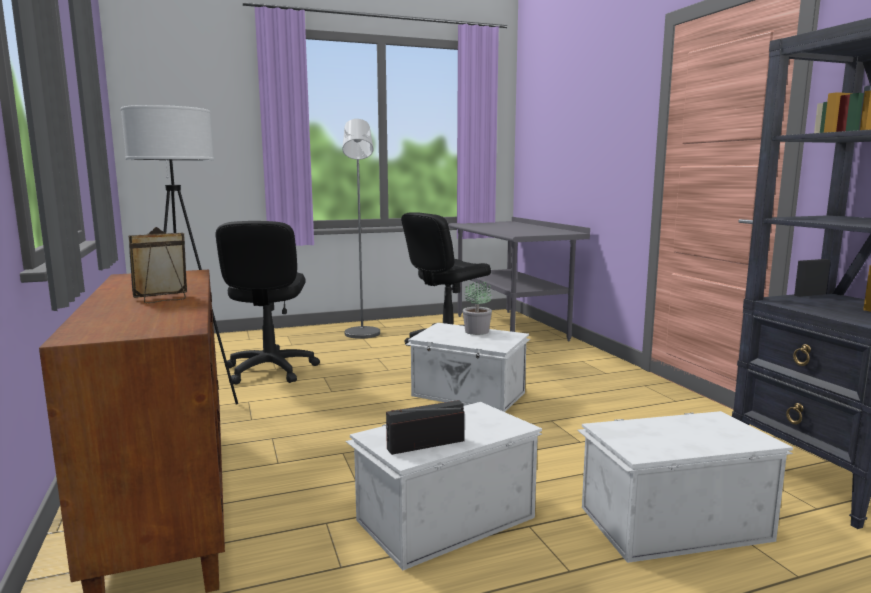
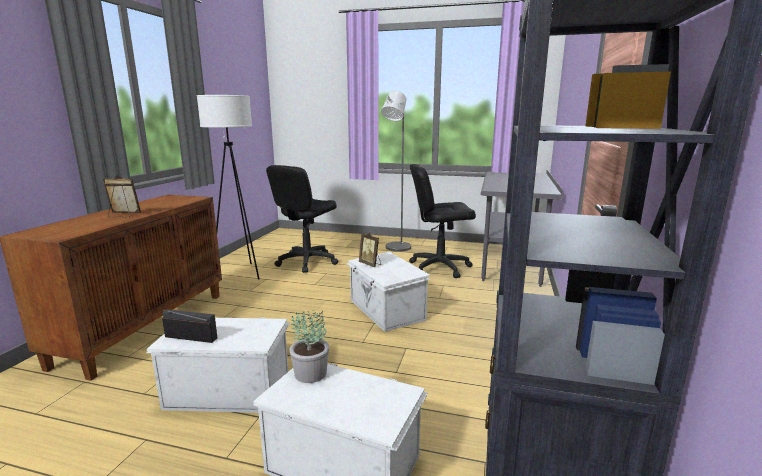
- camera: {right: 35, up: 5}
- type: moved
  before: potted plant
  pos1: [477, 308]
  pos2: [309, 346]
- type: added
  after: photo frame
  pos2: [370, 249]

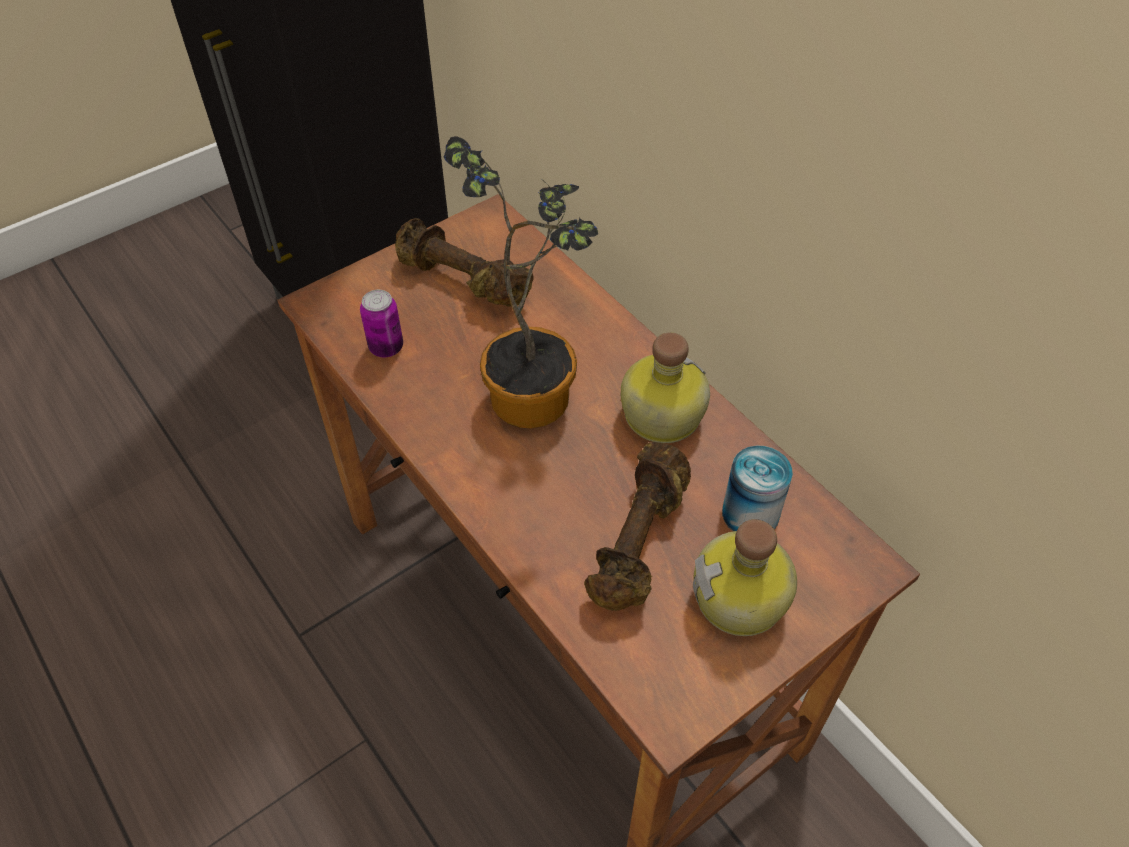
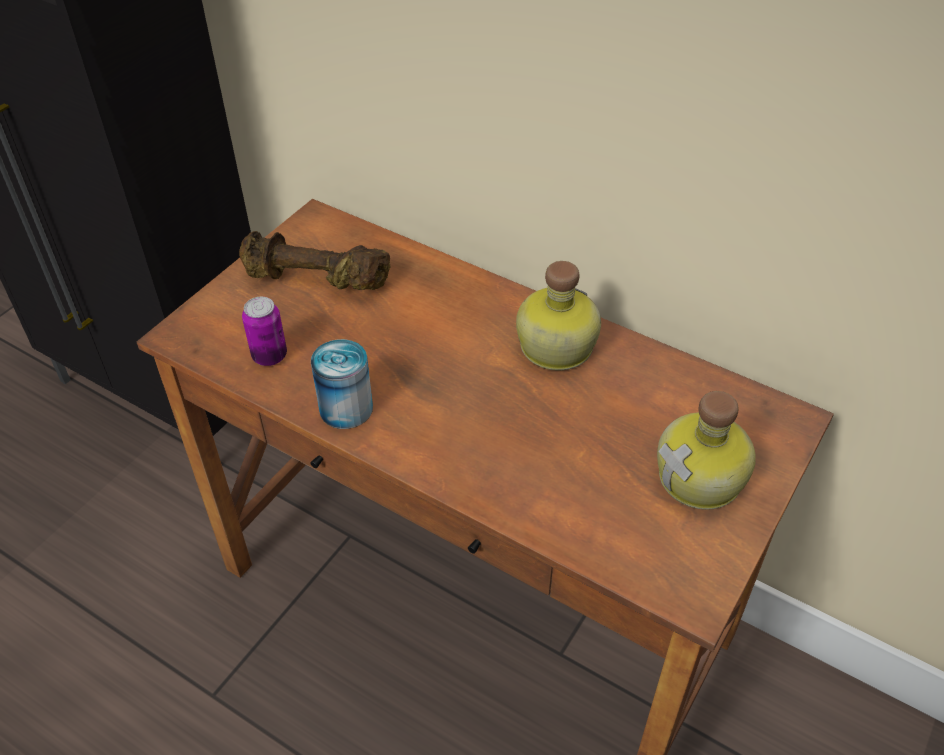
- camera: {right: -20, up: -5}
- type: removed
  before: potted plant
  pos1: [521, 282]
- type: removed
  before: brown hand weight
  pos1: [637, 526]
- type: moved
  before: can
  pos1: [757, 488]
  pos2: [342, 384]

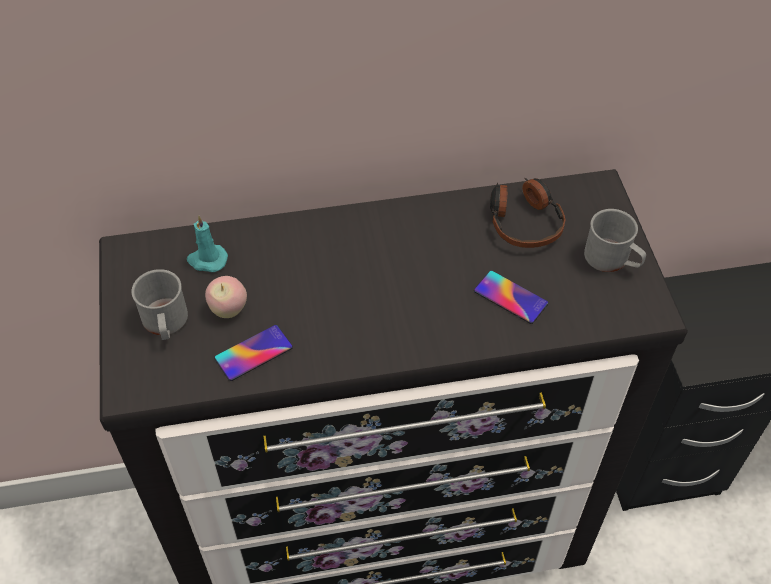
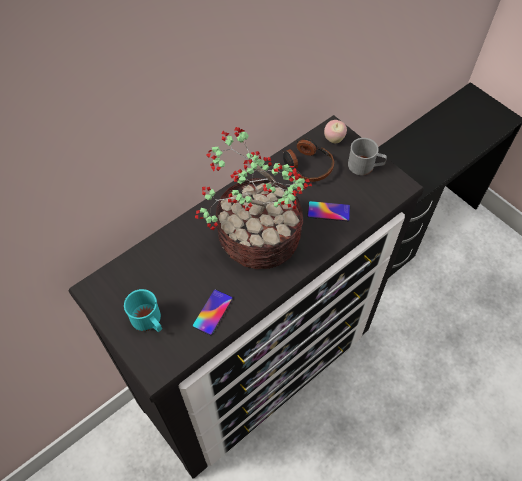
- camera: {right: -30, up: 5}
- type: recoloured
  before: grey tea mug
  after: turquoise-coloured tea mug
  pos1: [160, 304]
  pos2: [143, 310]
- type: removed
  before: turquoise-coloured wax light
  pos1: [207, 243]
- type: moved
  before: whole apple
  pos1: [226, 297]
  pos2: [335, 132]
- type: added
  after: potted plant
  pos2: [253, 198]

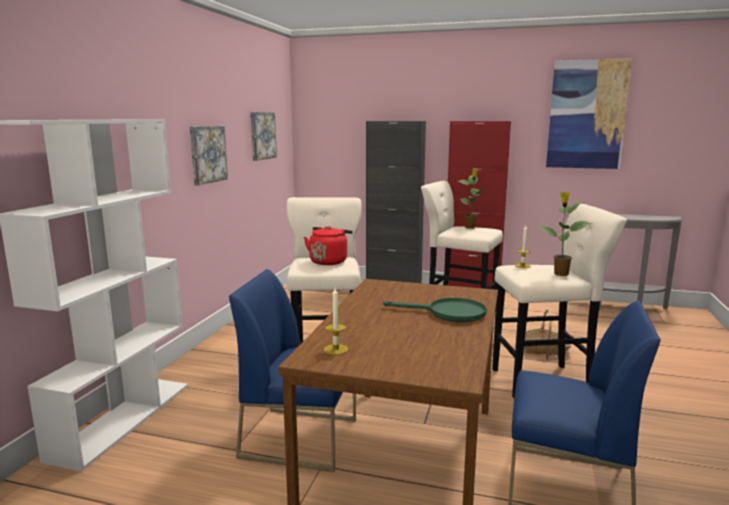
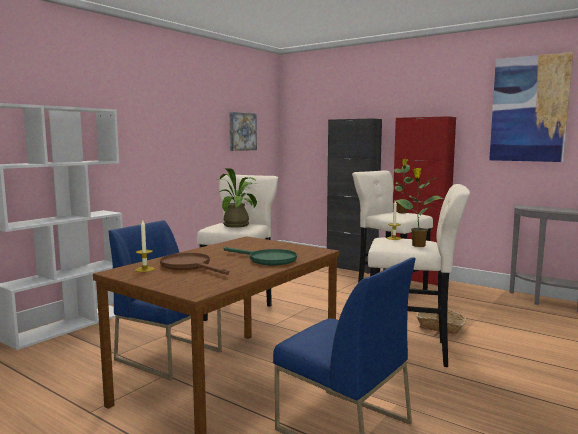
- camera: {right: 20, up: -5}
- type: removed
  before: wall picture
  pos1: [209, 155]
- type: replaced
  before: red water kettle
  after: potted plant
  pos1: [328, 245]
  pos2: [236, 198]
- type: added
  after: brown frying pan
  pos2: [194, 264]

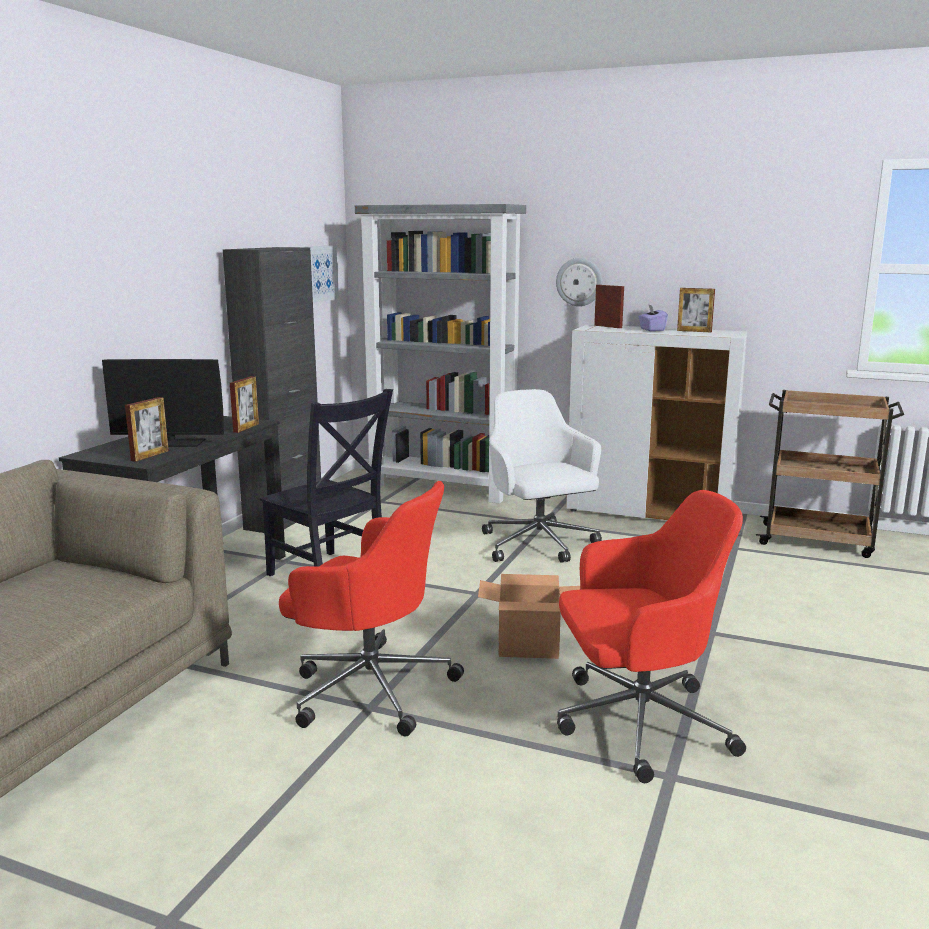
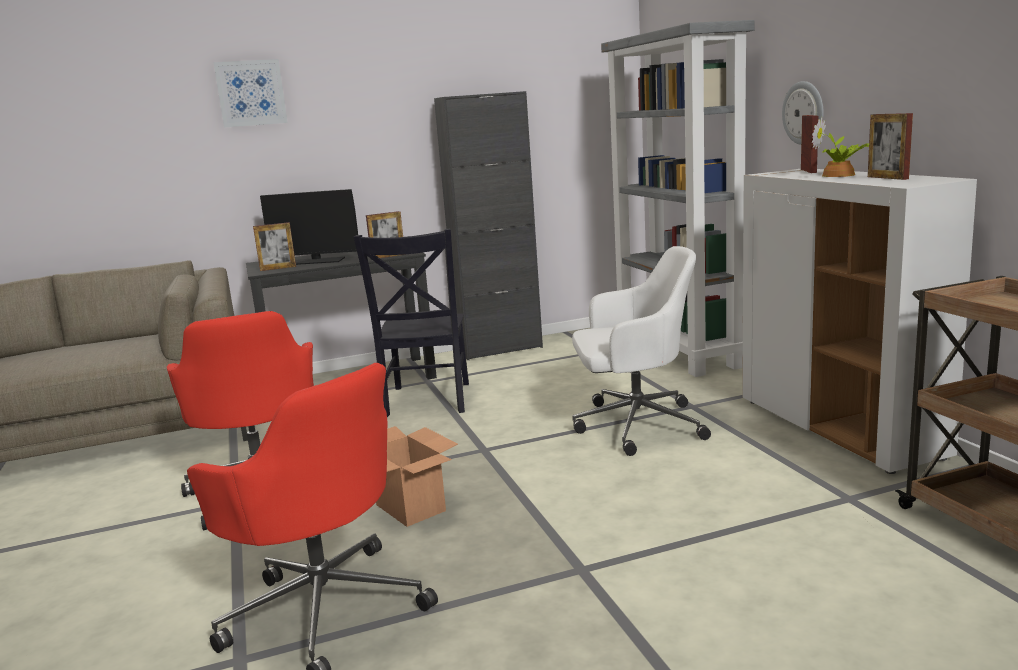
- camera: {right: 50, up: 0}
- type: turned
  before: computer screen
  pos1: [163, 403]
  pos2: [309, 227]
  turn: -45
- type: moved
  before: wall picture
  pos1: [324, 274]
  pos2: [250, 93]
- type: turned
  before: white-coloured desk chair
  pos1: [542, 476]
  pos2: [641, 351]
  turn: 60
- type: replaced
  before: purplish tissue box
  after: potted plant
  pos1: [653, 317]
  pos2: [840, 147]

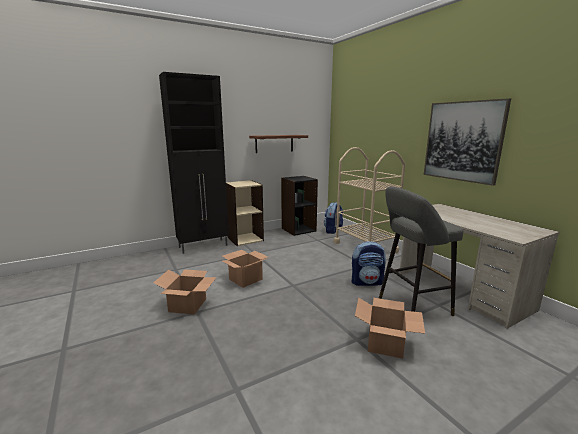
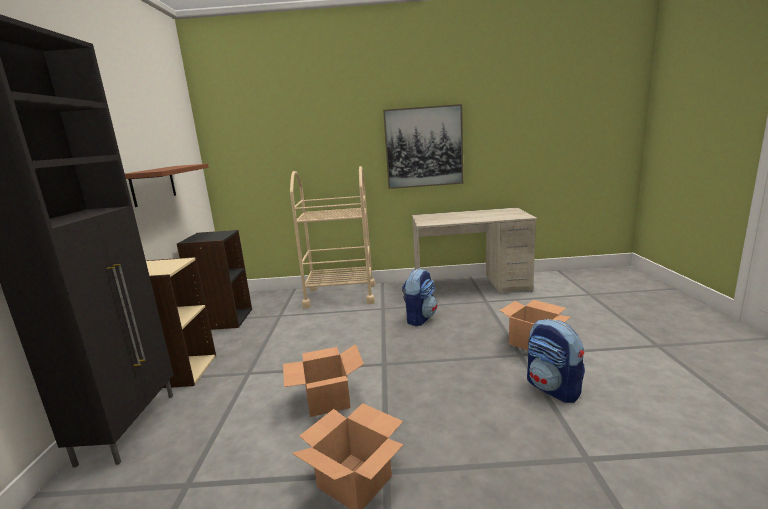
- camera: {right: -60, up: 0}
- type: moved
  before: rucksack
  pos1: [333, 218]
  pos2: [556, 361]
- type: removed
  before: grey stool seat
  pos1: [421, 251]

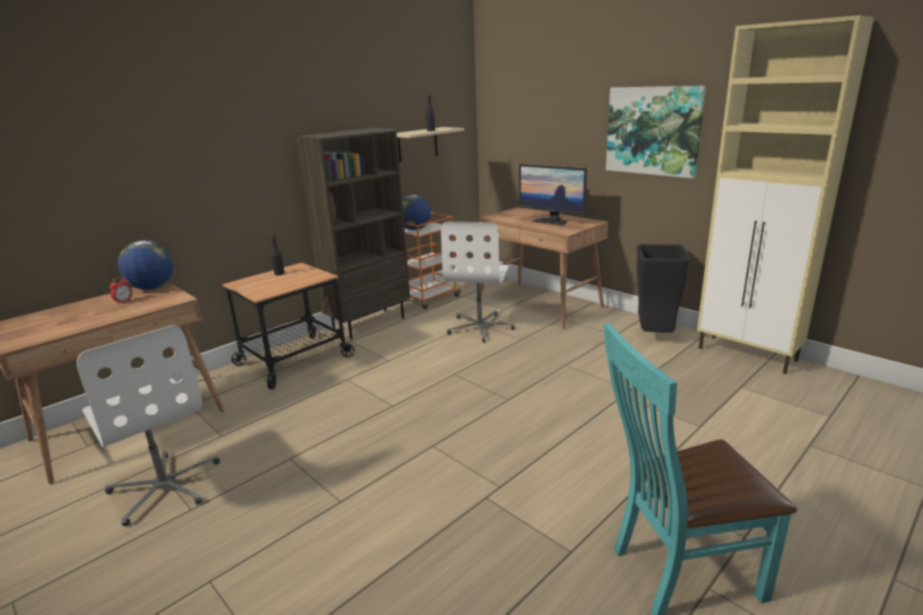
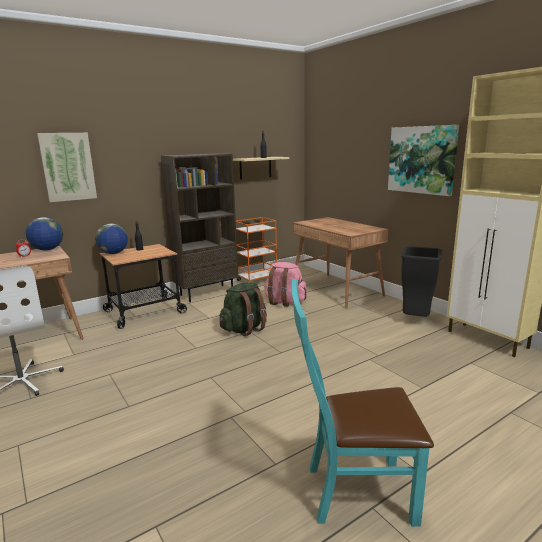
- camera: {right: 10, up: -5}
- type: moved
  before: world globe
  pos1: [416, 212]
  pos2: [111, 238]
- type: replaced
  before: white-coloured desk chair
  after: pinkish rucksack
  pos1: [478, 282]
  pos2: [285, 284]
- type: removed
  before: computer screen
  pos1: [553, 195]
- type: added
  after: wall picture
  pos2: [67, 167]
- type: added
  after: greenish rucksack
  pos2: [243, 309]

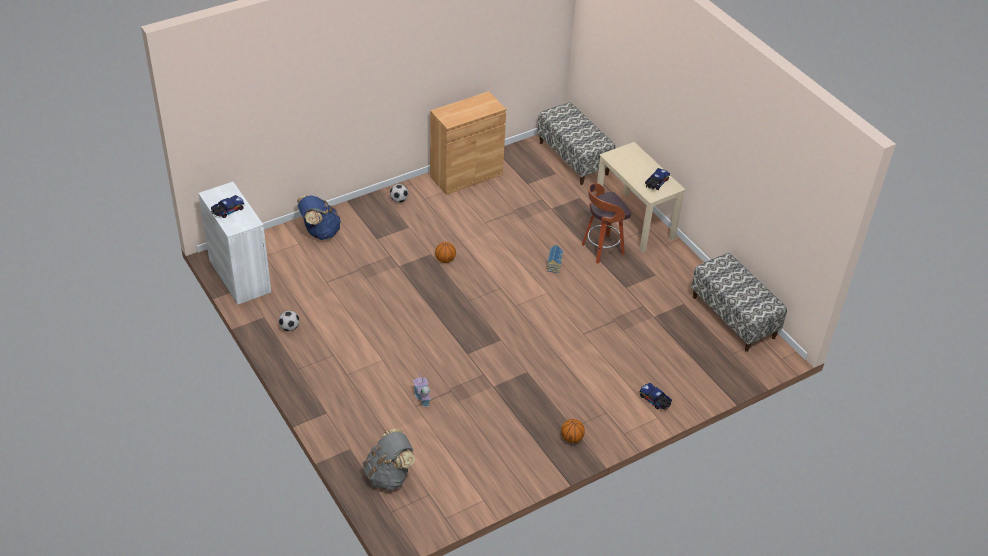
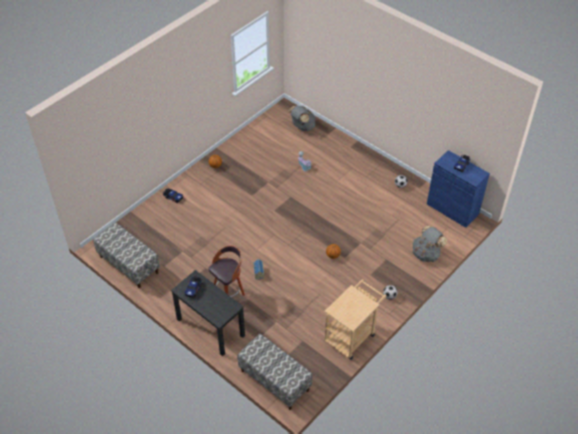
- camera: {right: 165, up: 5}
- type: recoloured
  before: white-coloured cabinet
  after: bluish cabinet
  pos1: [234, 243]
  pos2: [458, 189]
- type: recoloured
  before: bluish rucksack
  after: grey rucksack
  pos1: [319, 217]
  pos2: [430, 243]
- type: replaced
  before: brown cabinet
  after: beige-coloured wheeled cart
  pos1: [468, 143]
  pos2: [355, 319]
- type: recoloured
  before: beige-coloured desk table
  after: black desk table
  pos1: [641, 197]
  pos2: [208, 313]

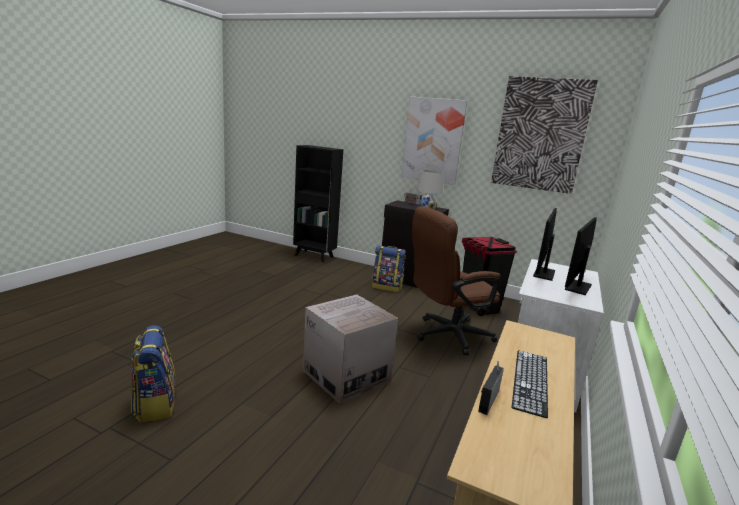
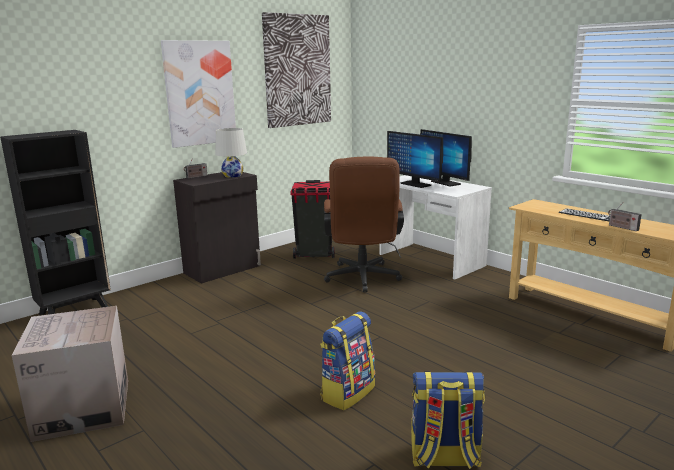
- camera: {right: -65, up: 0}
- type: moved
  before: cardboard box
  pos1: [350, 349]
  pos2: [70, 374]
- type: moved
  before: rucksack
  pos1: [389, 269]
  pos2: [347, 360]

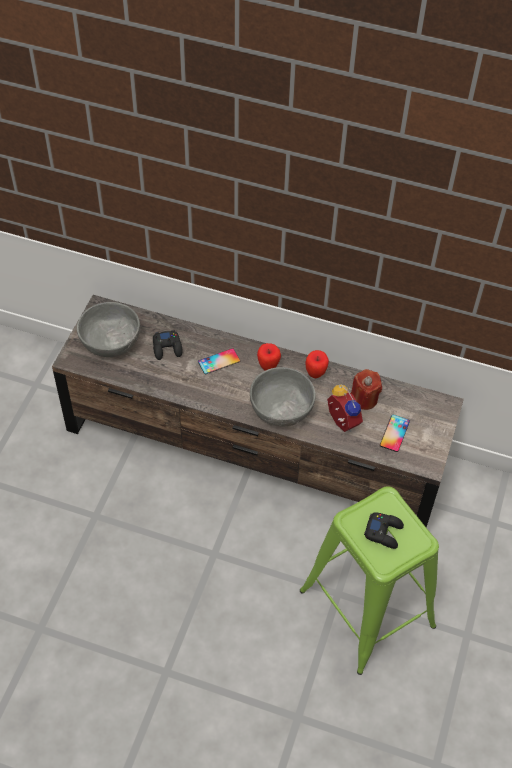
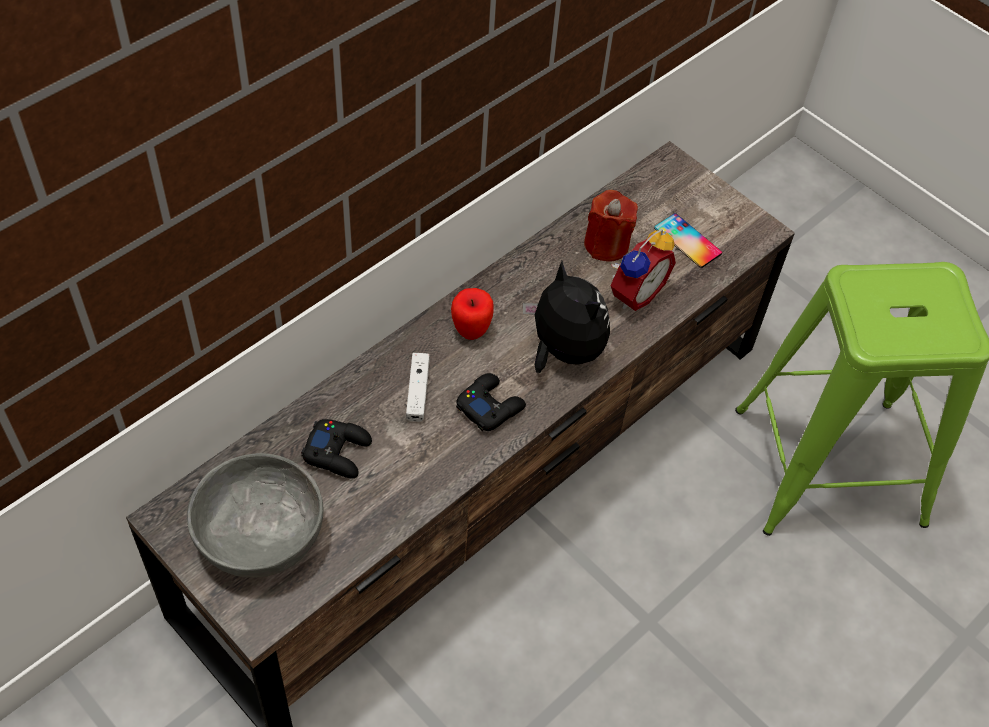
- camera: {right: -65, up: 0}
- type: replaced
  before: handset
  after: white-coloured gamepad
  pos1: [219, 361]
  pos2: [418, 387]
- type: replaced
  before: grey bowl
  after: soft toy
  pos1: [283, 396]
  pos2: [566, 317]
- type: removed
  before: whole apple
  pos1: [317, 364]
- type: turned
  before: table clock
  pos1: [345, 408]
  pos2: [643, 270]
  turn: 135
- type: moved
  before: black gamepad
  pos1: [384, 530]
  pos2: [491, 402]

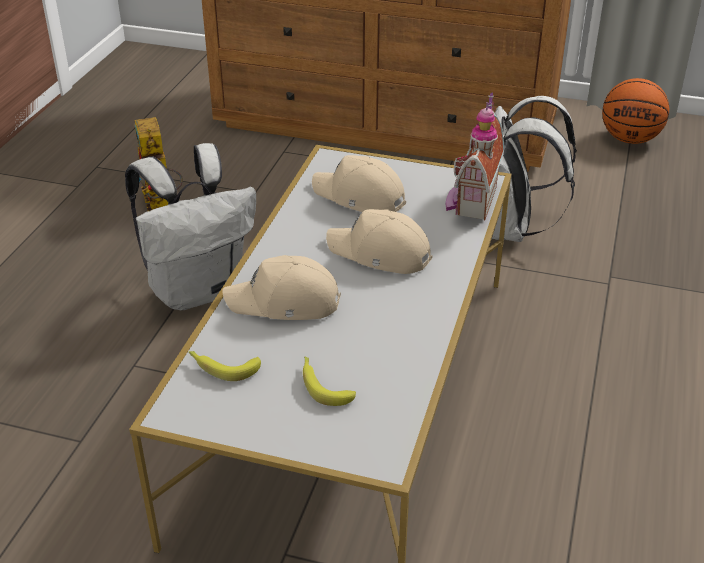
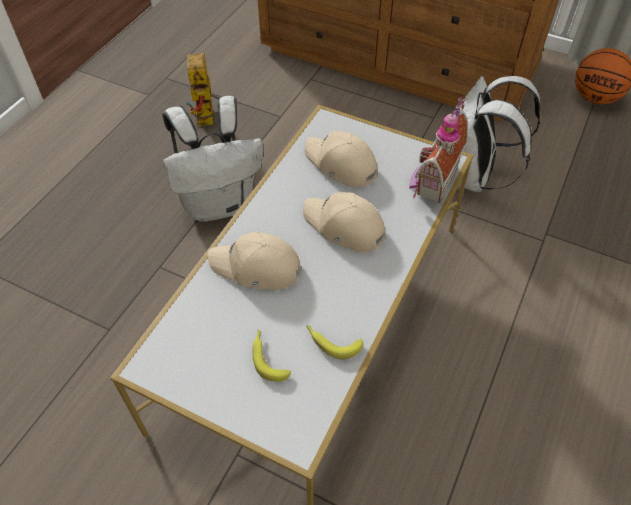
- camera: {right: 10, up: 15}
- type: moved
  before: banana fruit
  pos1: [225, 366]
  pos2: [334, 342]

